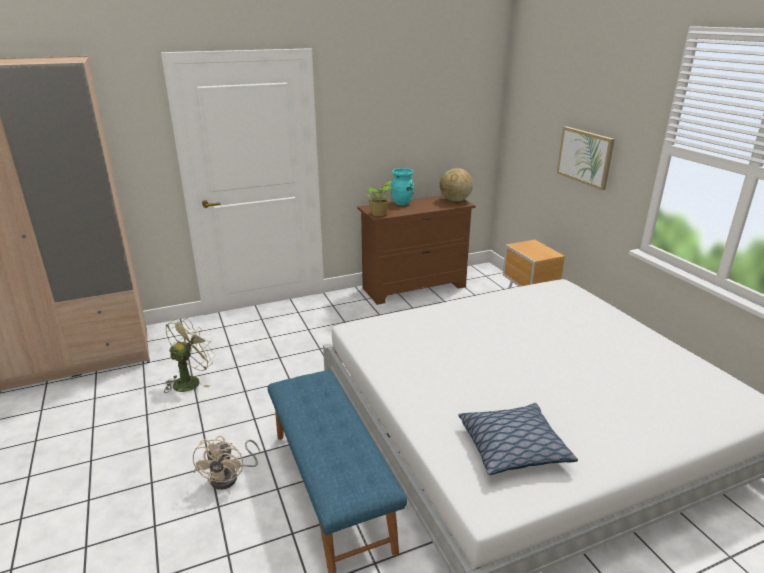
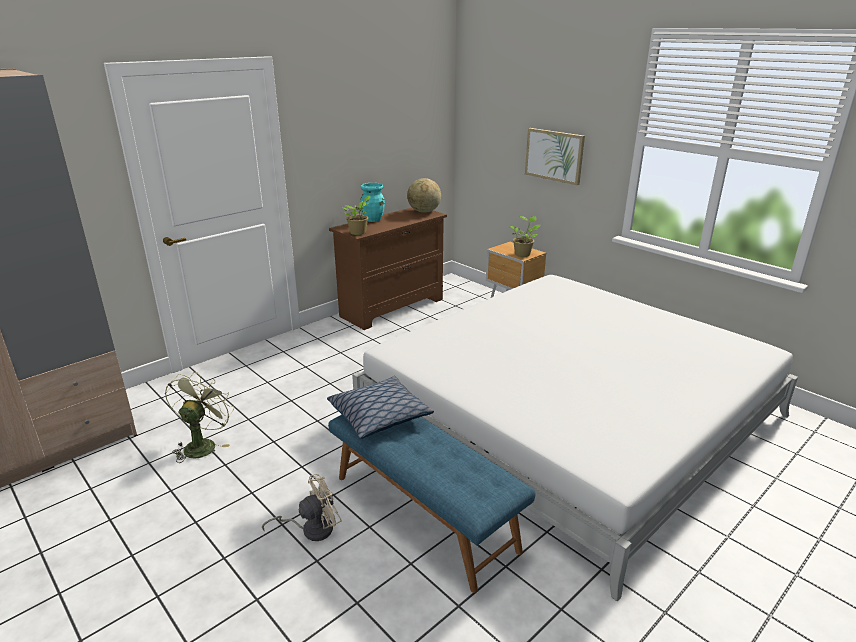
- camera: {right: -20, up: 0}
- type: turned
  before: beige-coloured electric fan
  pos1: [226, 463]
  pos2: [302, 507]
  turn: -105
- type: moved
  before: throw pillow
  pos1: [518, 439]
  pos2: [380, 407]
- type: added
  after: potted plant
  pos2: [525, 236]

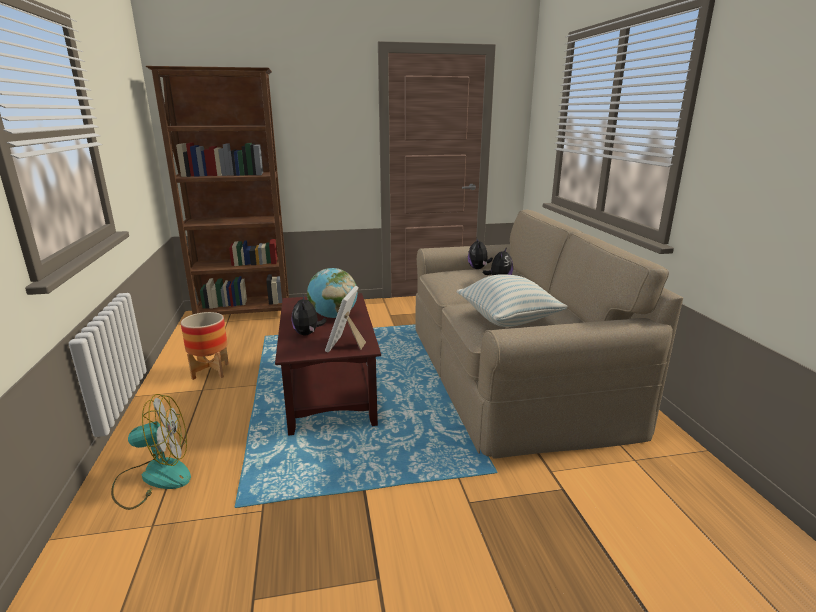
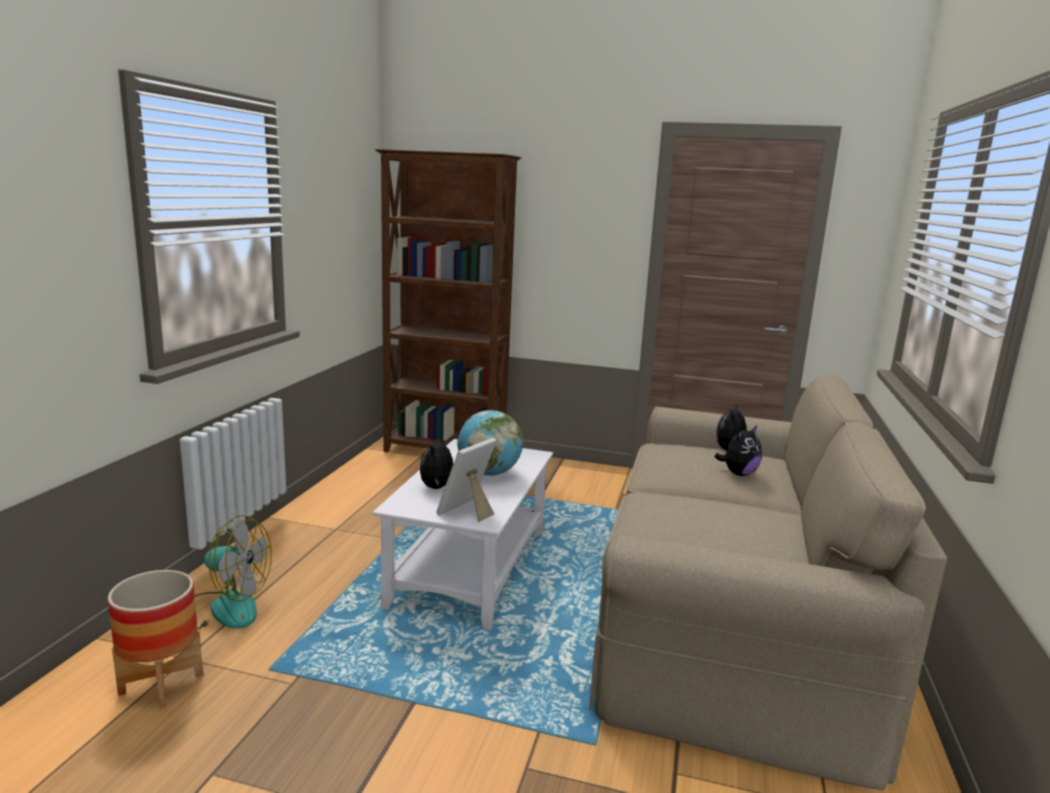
- camera: {right: 25, up: -5}
- type: moved
  before: plant pot
  pos1: [205, 346]
  pos2: [155, 639]
- type: recoloured
  before: brown low table
  after: white-coloured low table
  pos1: [328, 364]
  pos2: [462, 534]
- type: removed
  before: throw pillow
  pos1: [512, 300]

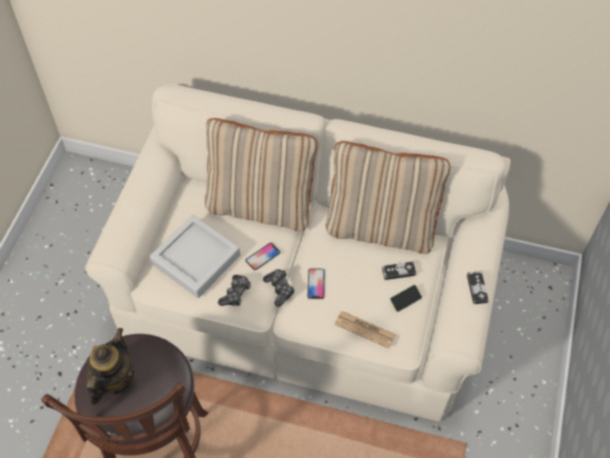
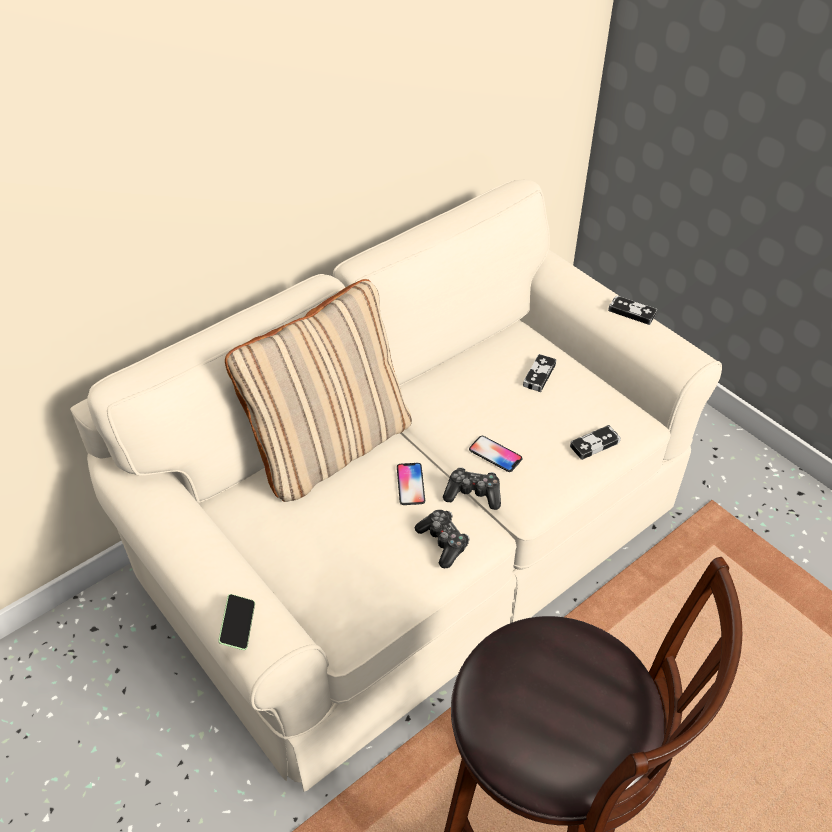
- camera: {right: -55, up: -10}
- type: removed
  before: tea pot
  pos1: [109, 366]
- type: removed
  before: grey tray
  pos1: [195, 256]
- type: removed
  before: beige-coloured throw pillow
  pos1: [388, 197]
- type: replaced
  before: daily paper
  after: gamepad
  pos1: [365, 329]
  pos2: [595, 442]
- type: moved
  before: handset
  pos1: [406, 298]
  pos2: [236, 622]

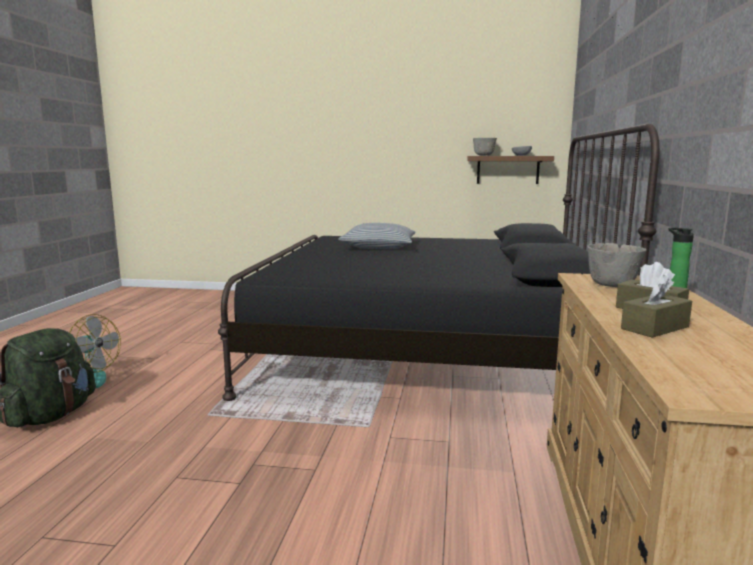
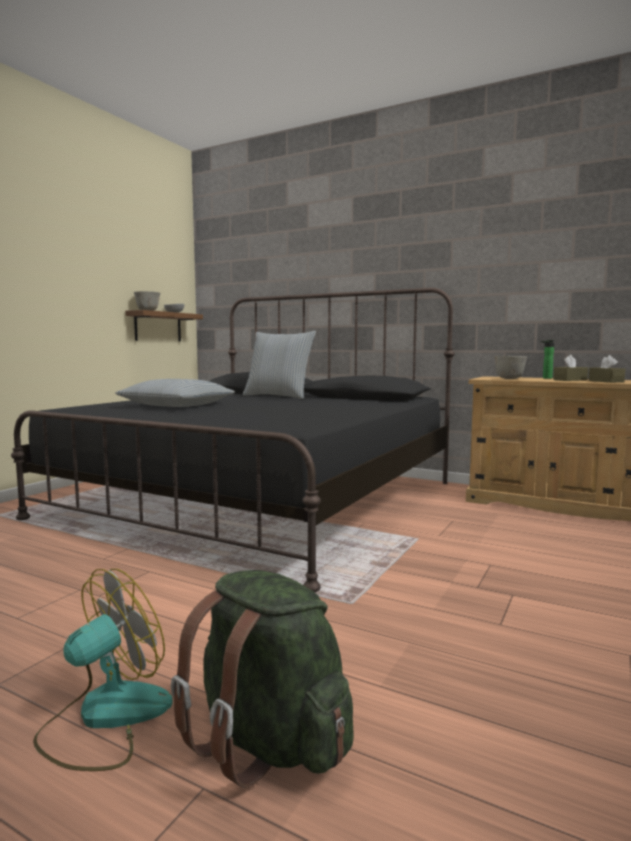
- camera: {right: -70, up: -5}
- type: added
  after: throw pillow
  pos2: [279, 365]

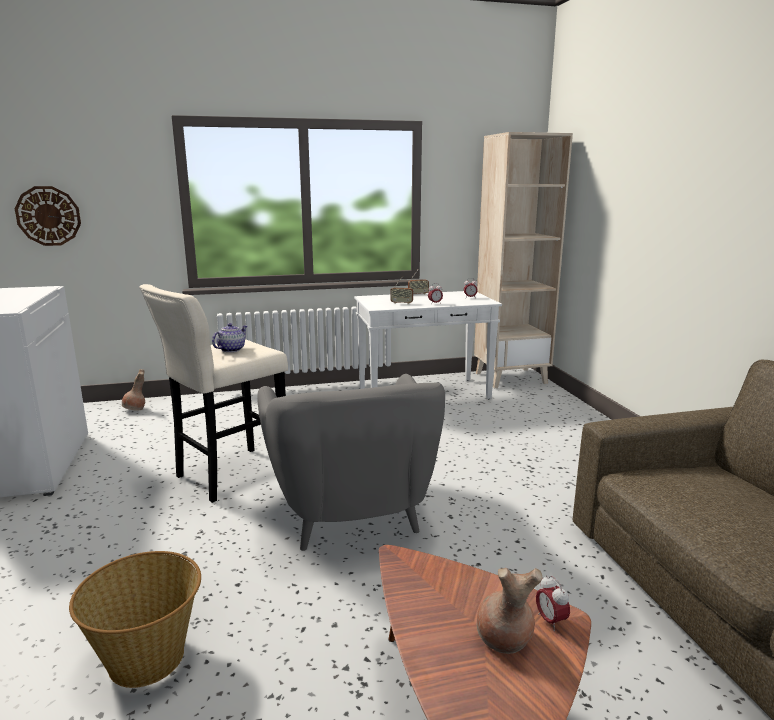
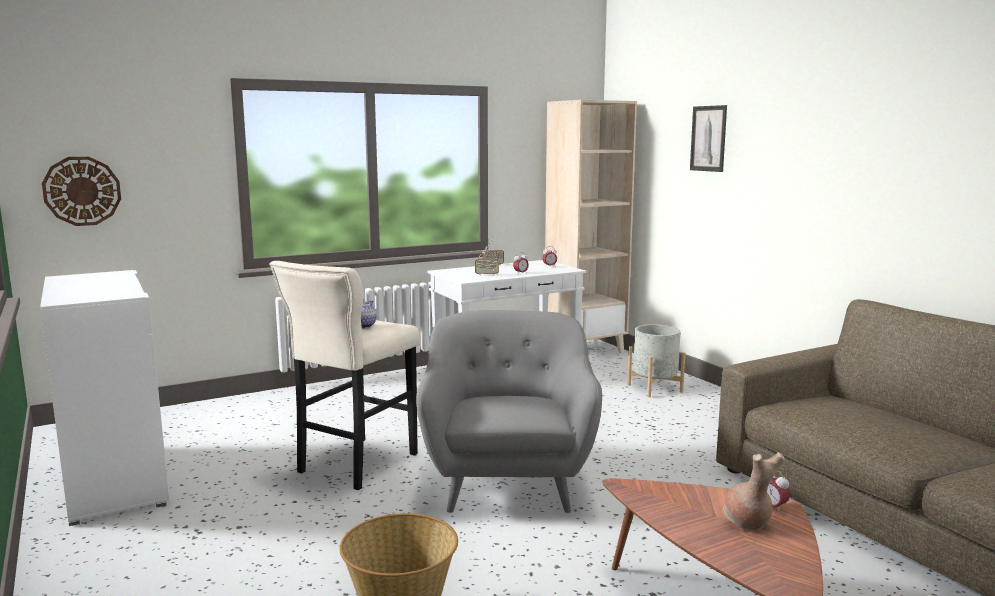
- camera: {right: -15, up: -5}
- type: removed
  before: brown decorative vase
  pos1: [133, 389]
- type: turned
  before: grey armchair
  pos1: [351, 462]
  pos2: [509, 411]
  turn: -150
- type: added
  after: grey plant pot
  pos2: [656, 360]
- type: added
  after: wall picture
  pos2: [708, 138]

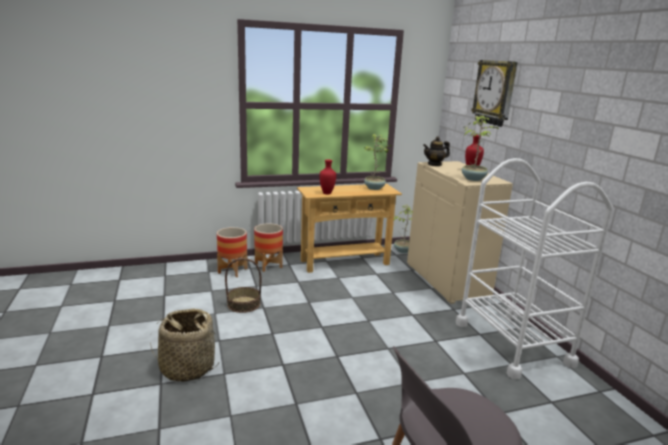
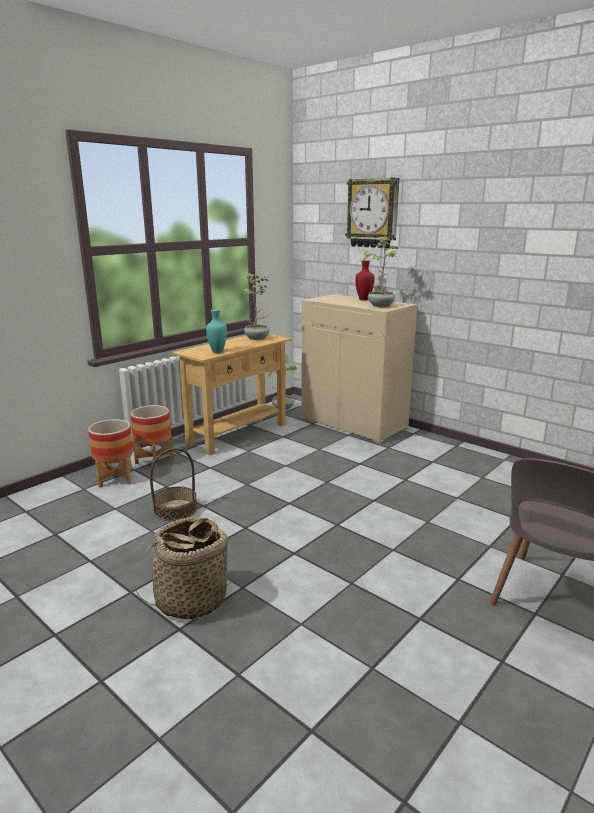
- camera: {right: -30, up: 0}
- type: recoloured
  before: red decorative vase
  after: turquoise-coloured decorative vase
  pos1: [328, 177]
  pos2: [216, 331]
- type: removed
  before: tea pot
  pos1: [436, 151]
- type: removed
  before: white-coloured wheeled cart
  pos1: [534, 268]

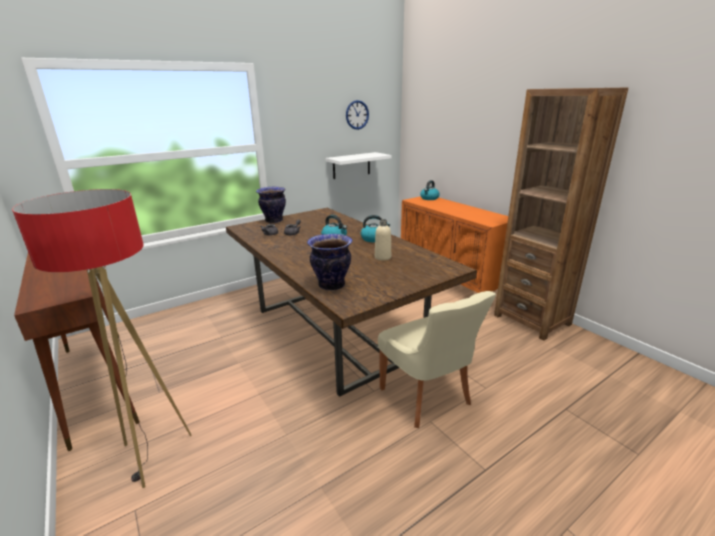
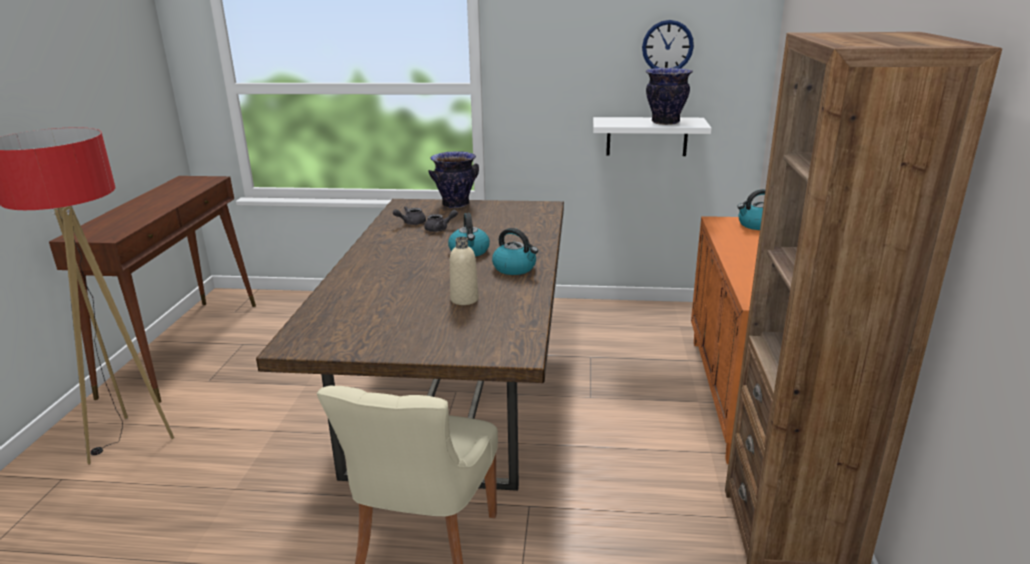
- camera: {right: 40, up: 0}
- type: moved
  before: decorative vase
  pos1: [330, 262]
  pos2: [669, 96]

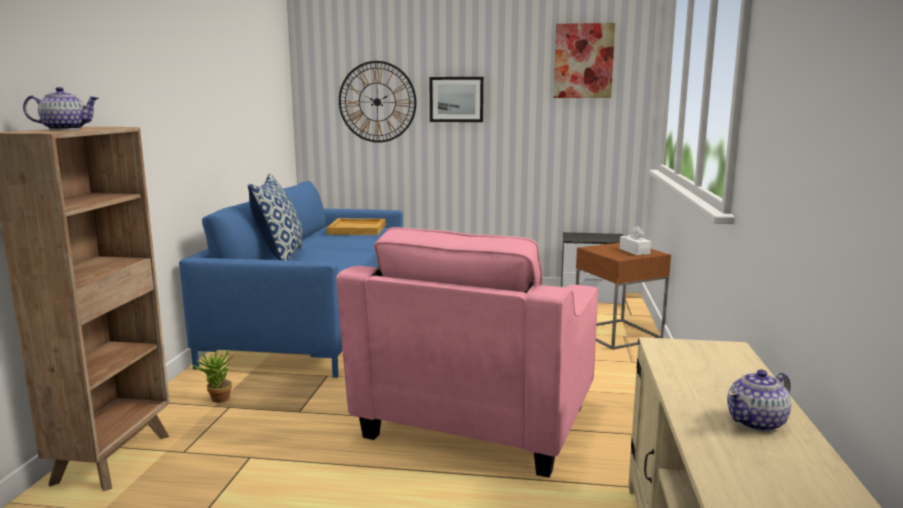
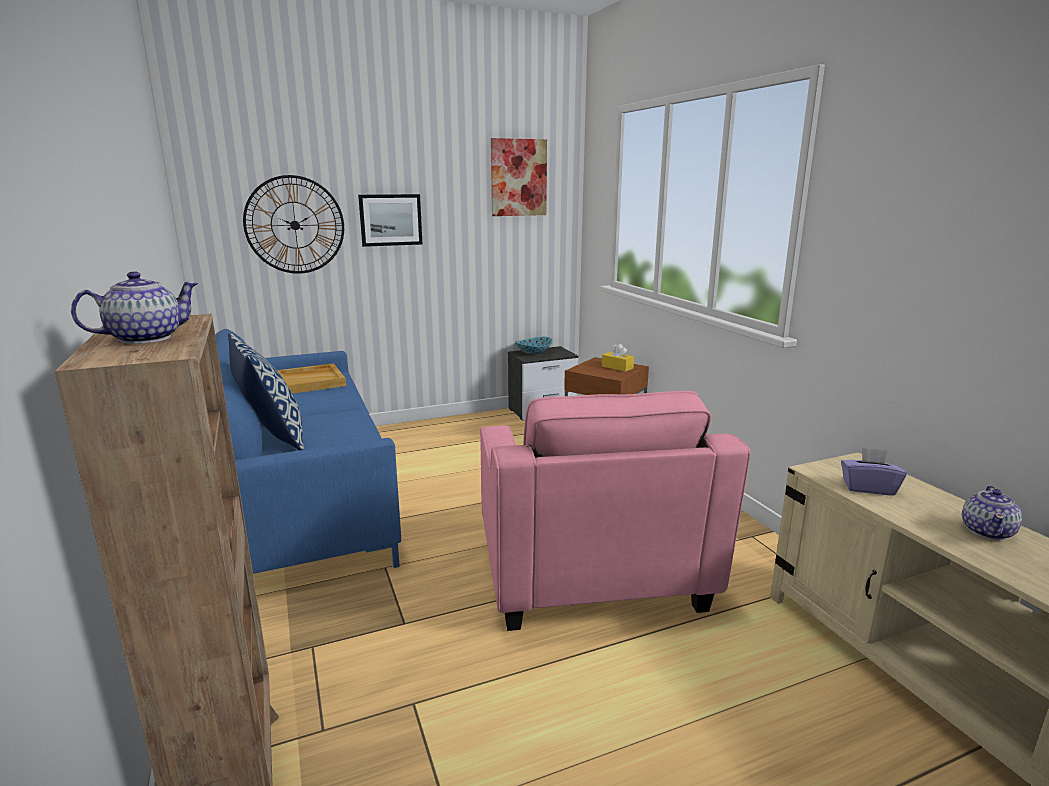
- camera: {right: -30, up: 5}
- type: removed
  before: potted plant
  pos1: [212, 376]
- type: recoloured
  before: white-coloured tissue box
  after: yellow tissue box
  pos1: [635, 240]
  pos2: [618, 358]
- type: added
  after: bowl
  pos2: [533, 346]
- type: added
  after: purplish tissue box
  pos2: [874, 471]

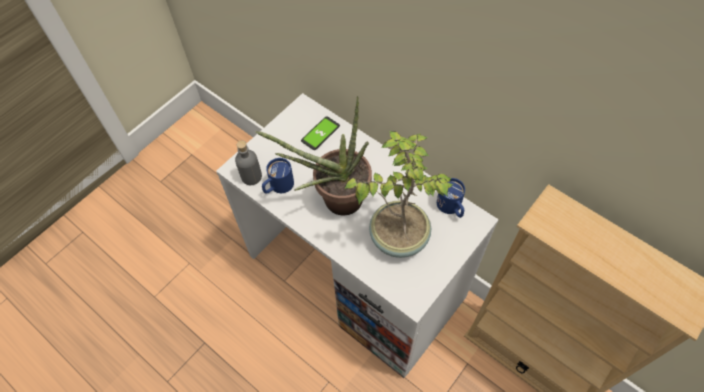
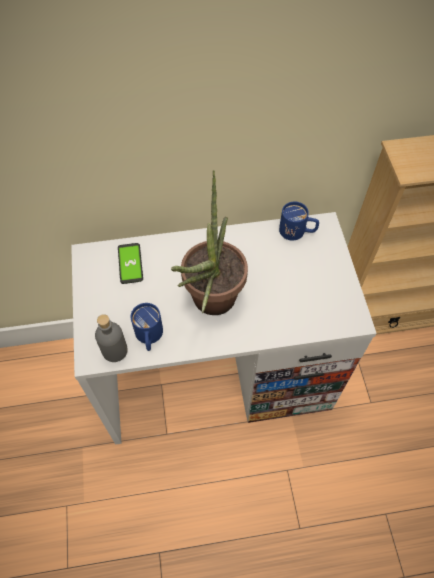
- camera: {right: -50, up: 0}
- type: removed
  before: potted plant
  pos1: [398, 194]

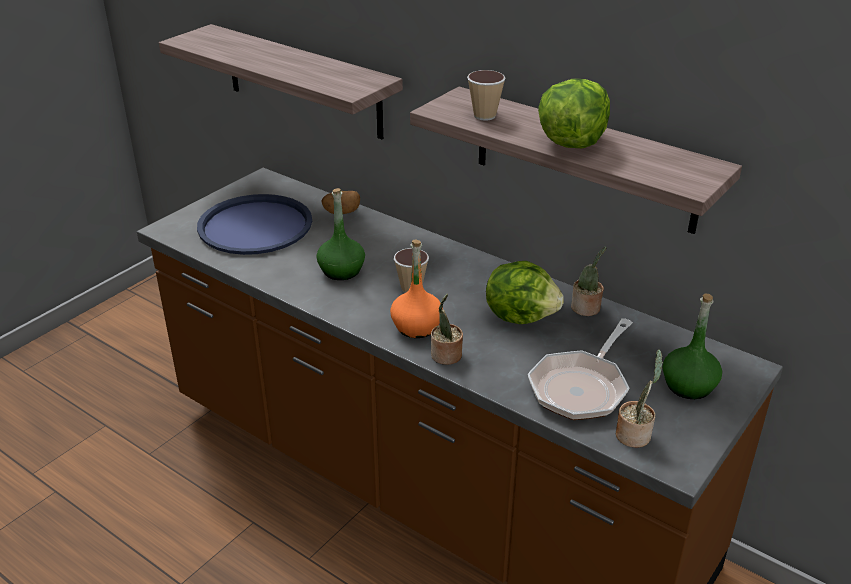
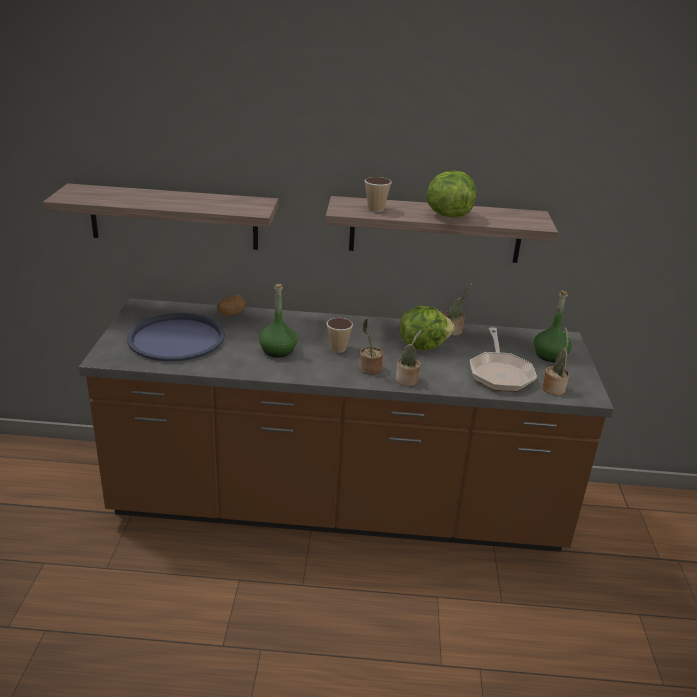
- camera: {right: -35, up: -5}
- type: replaced
  before: orange drink bottle
  after: potted plant
  pos1: [416, 289]
  pos2: [371, 346]

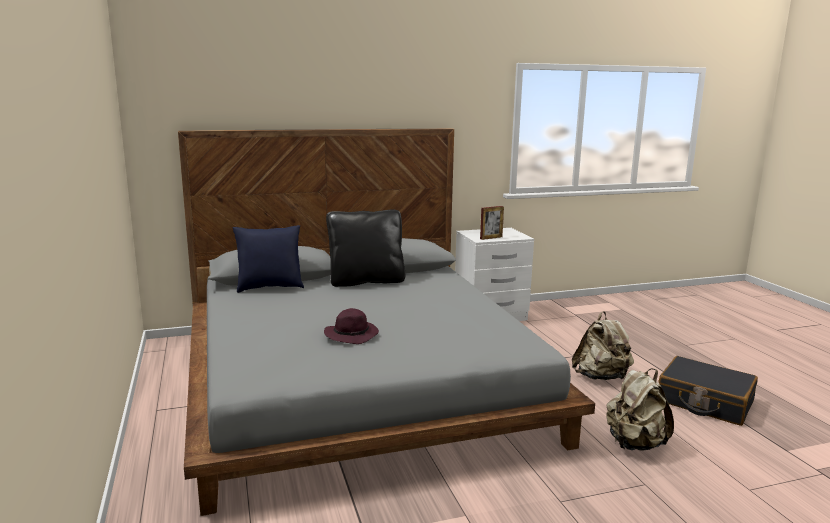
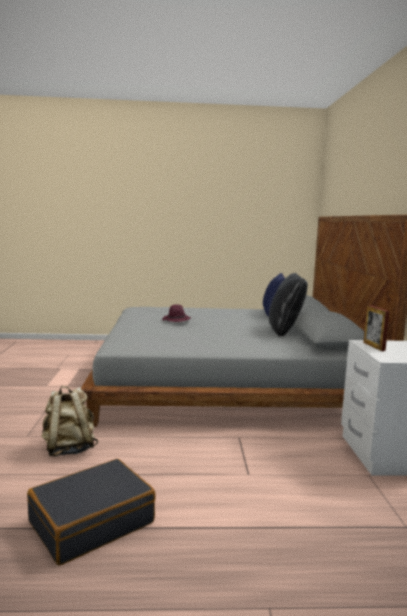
- camera: {right: 105, up: -5}
- type: removed
  before: beige-coloured rucksack
  pos1: [603, 345]

